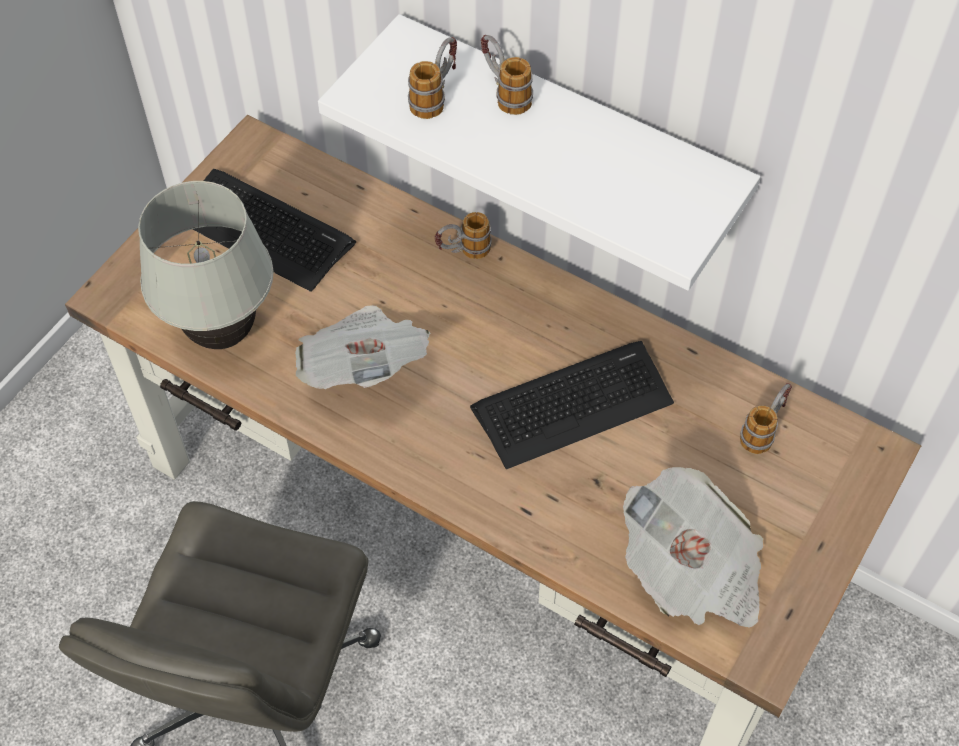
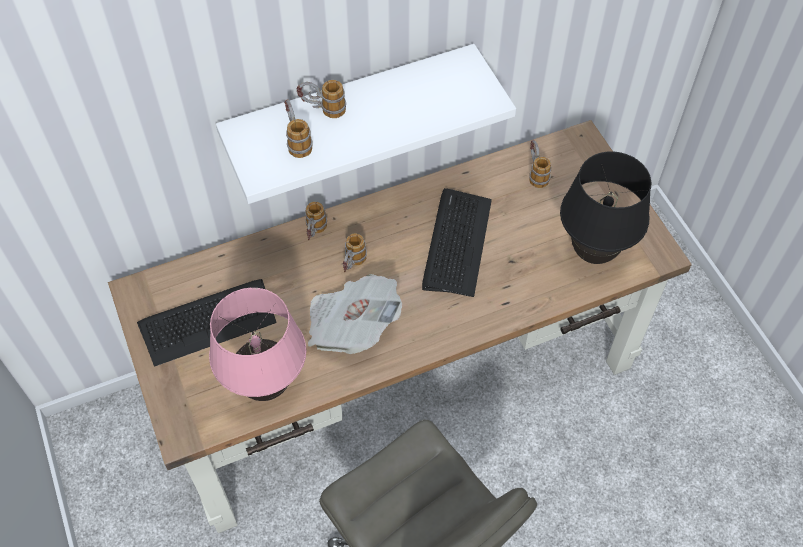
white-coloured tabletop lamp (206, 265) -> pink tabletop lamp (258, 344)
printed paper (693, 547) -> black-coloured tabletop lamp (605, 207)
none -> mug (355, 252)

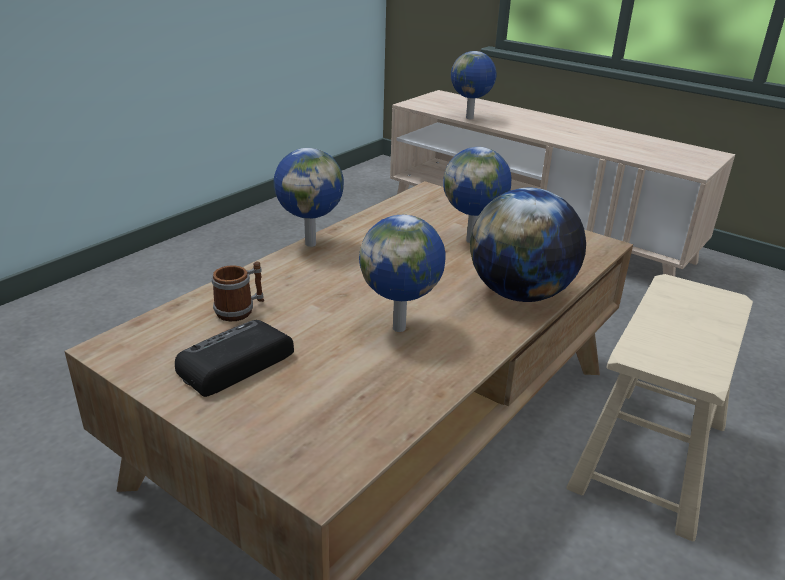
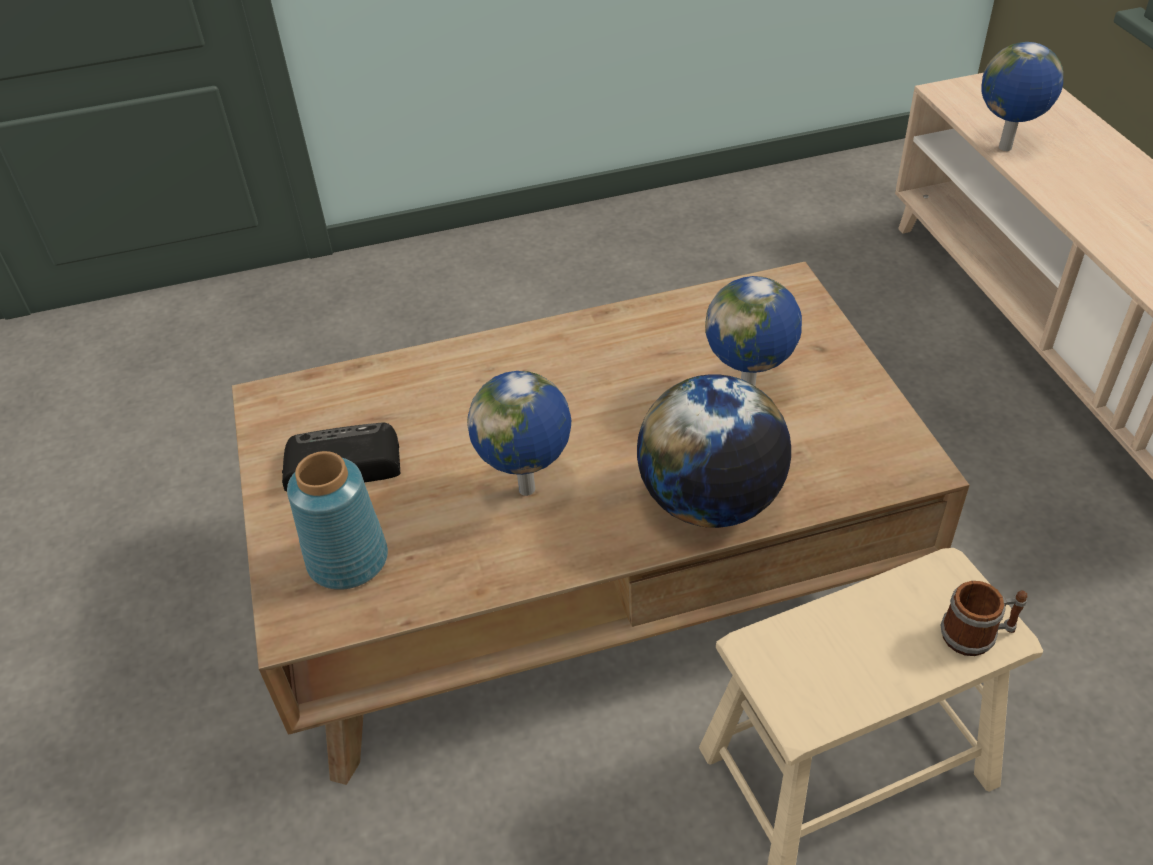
mug (238, 291) -> mug (983, 618), shifted
world globe (308, 197) -> none
none -> blue flower vase (337, 520)

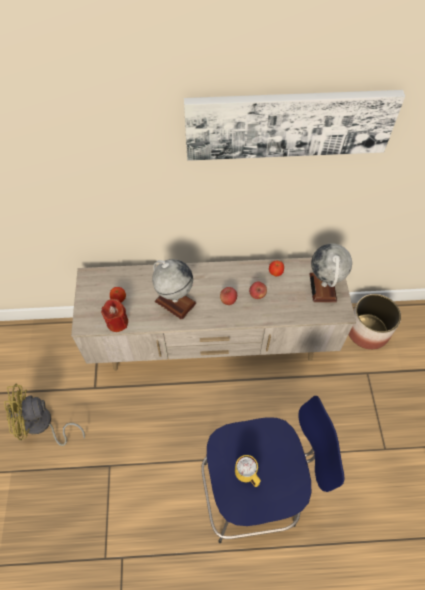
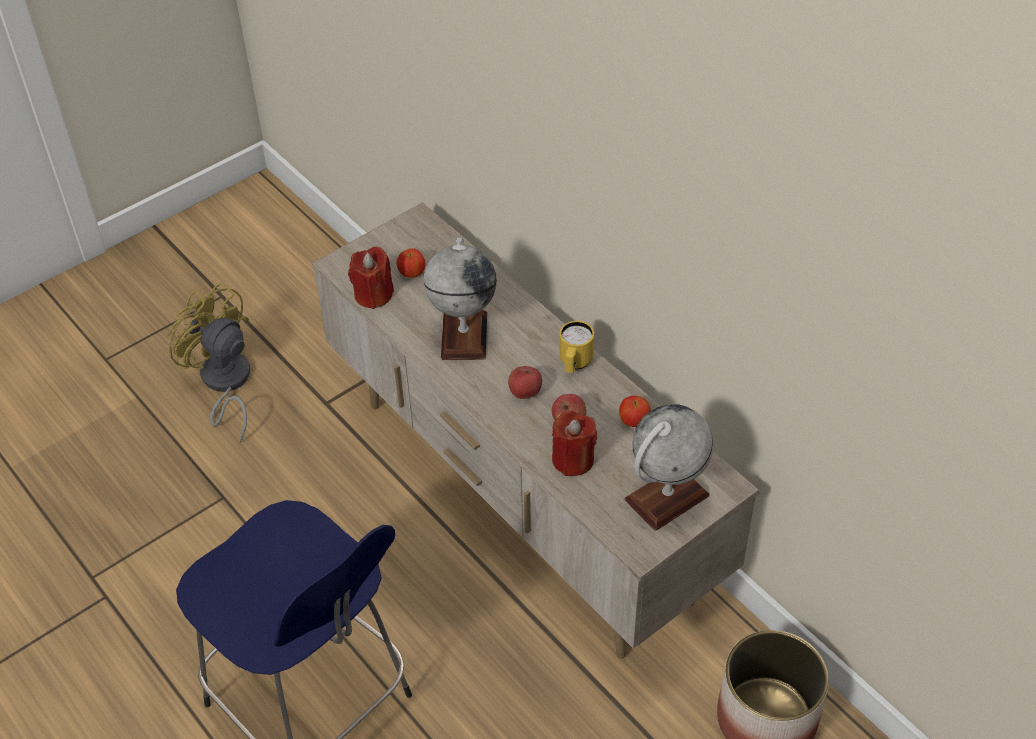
picture (294, 125) -> none
yellow mug (248, 471) -> yellow mug (576, 347), shifted
none -> red candle (574, 443)

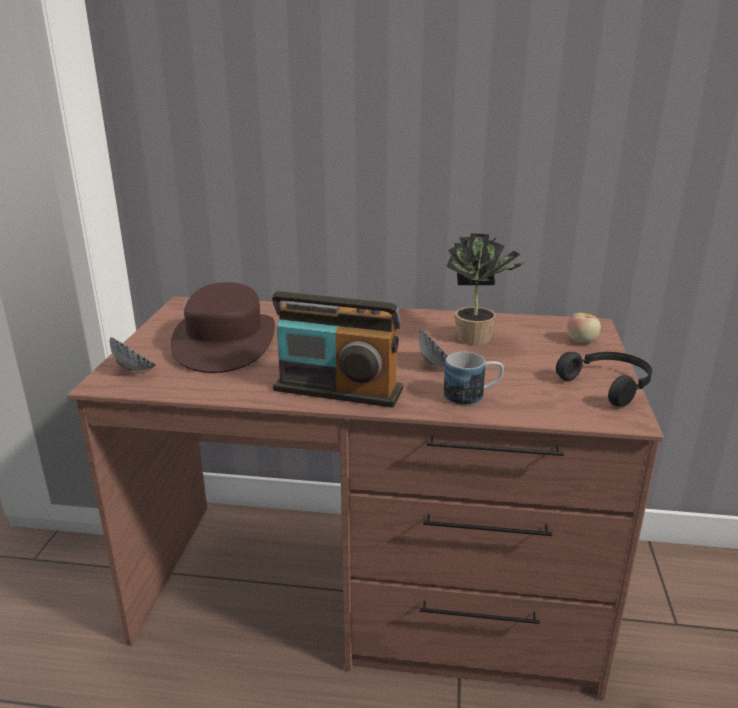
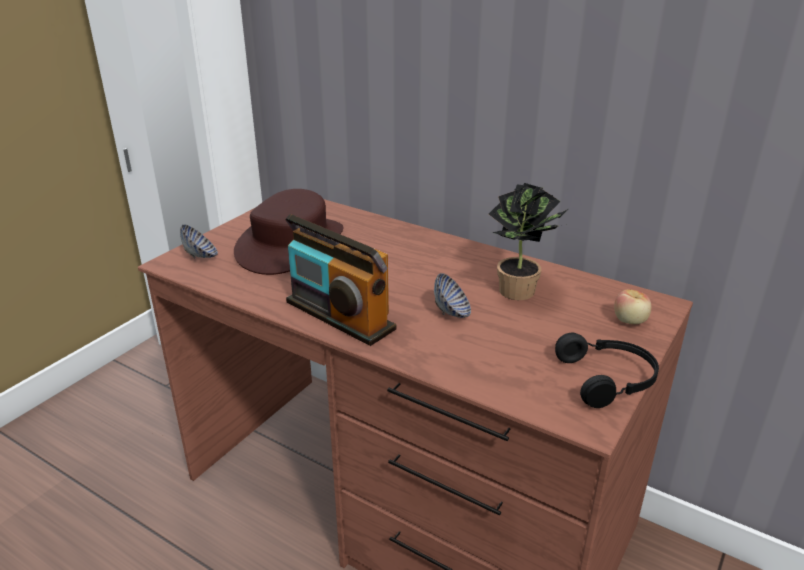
mug (474, 379) -> none

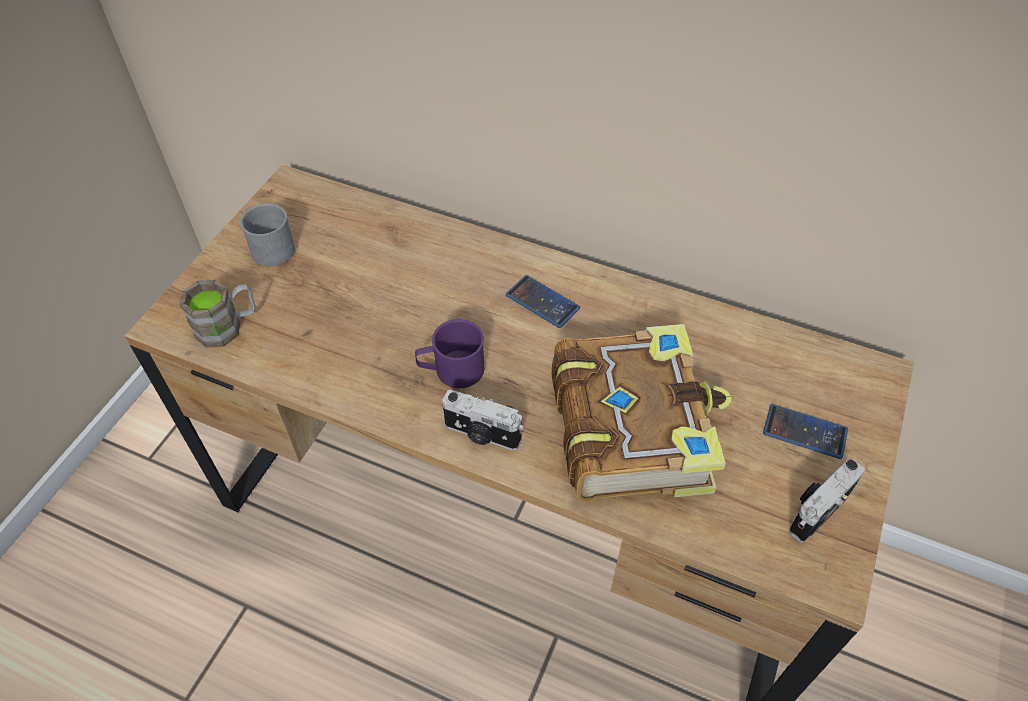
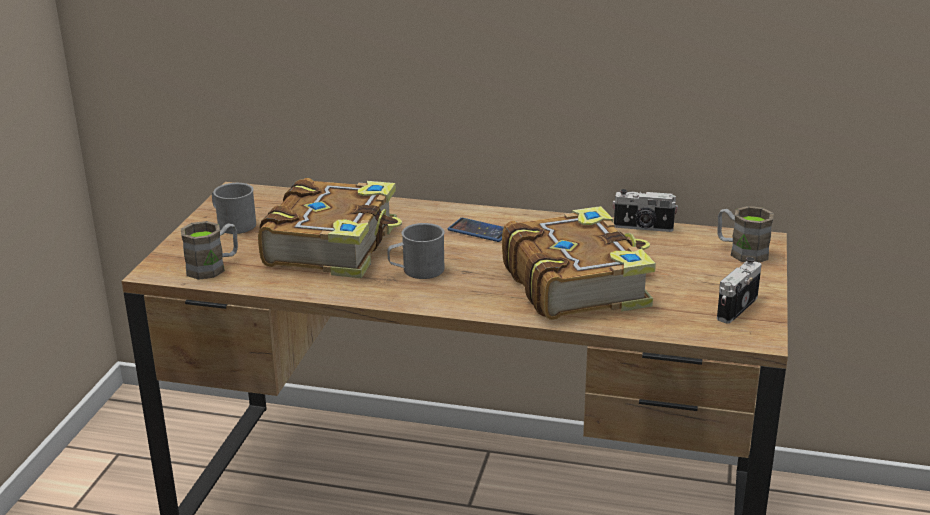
purple mug (449, 353) -> grey mug (416, 251)
photo camera (483, 420) -> photo camera (645, 210), shifted
handset (805, 431) -> none
none -> bound book (330, 228)
none -> brown-coloured mug (745, 234)

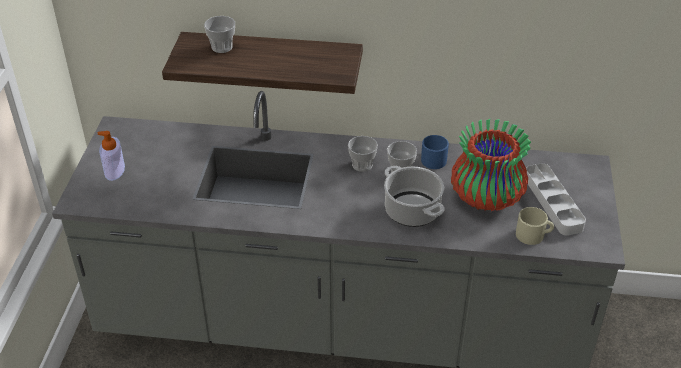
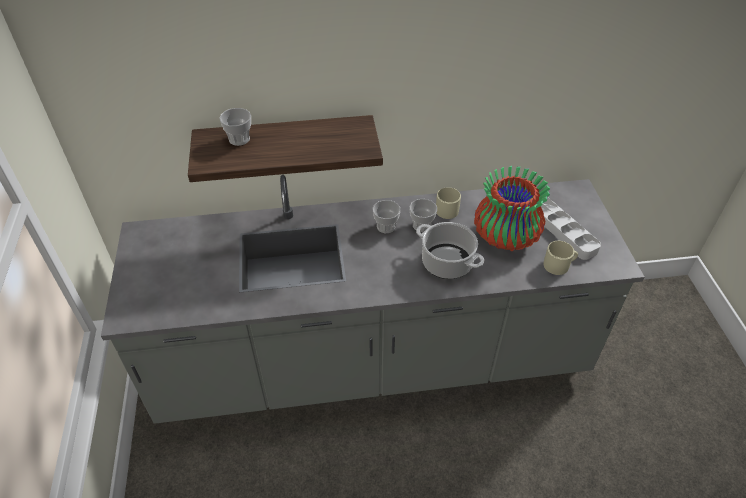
liquid soap bottle (111, 156) -> none
blue mug (435, 152) -> sand-coloured mug (448, 203)

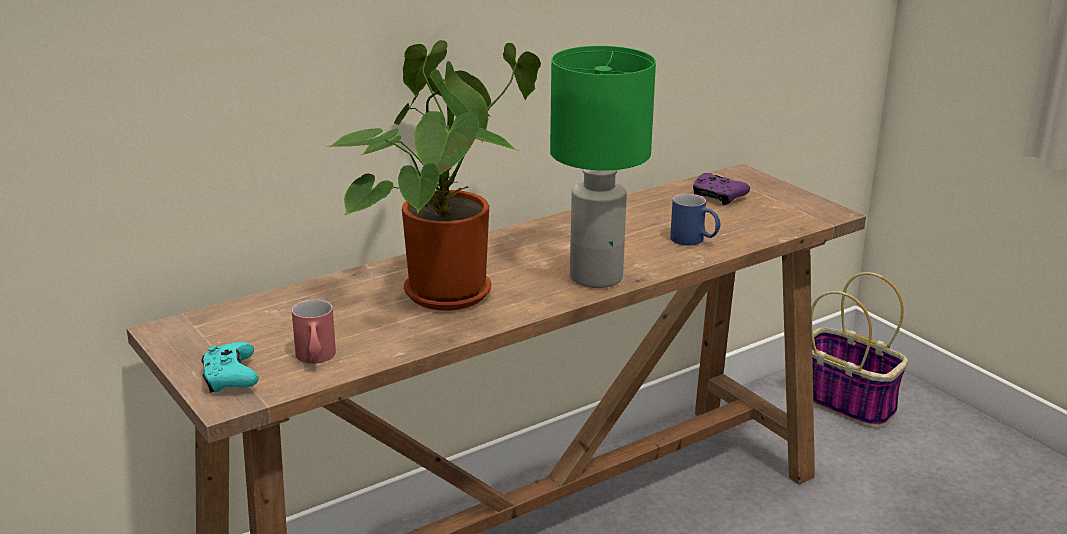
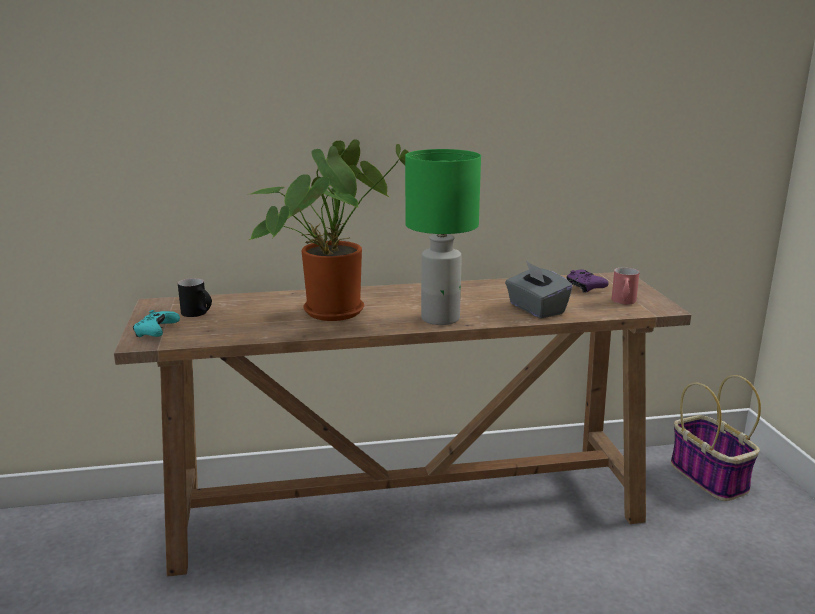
red mug (314, 331) -> red mug (626, 286), shifted
blue mug (695, 219) -> grey box of tissues (539, 290)
none -> black-coloured mug (195, 297)

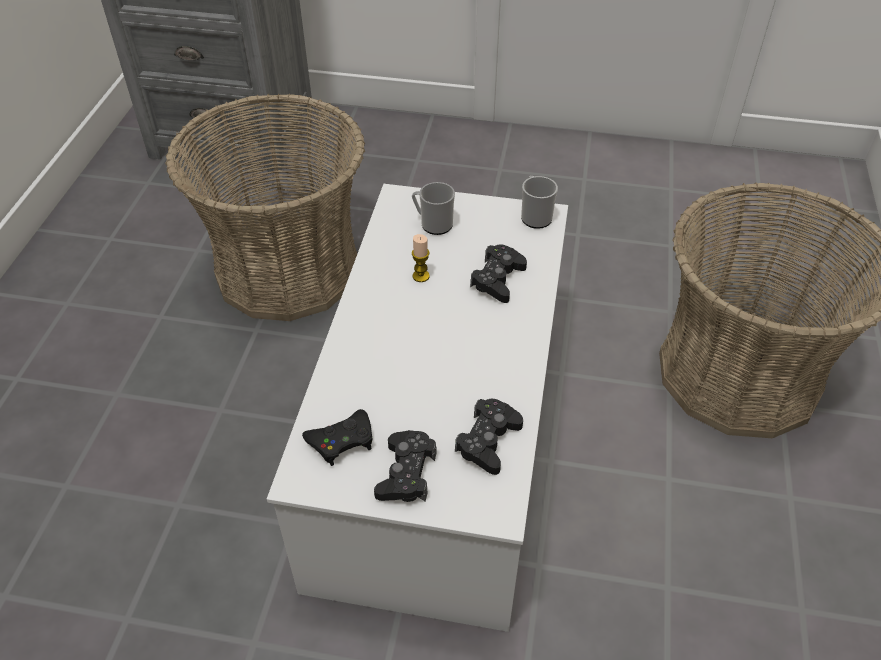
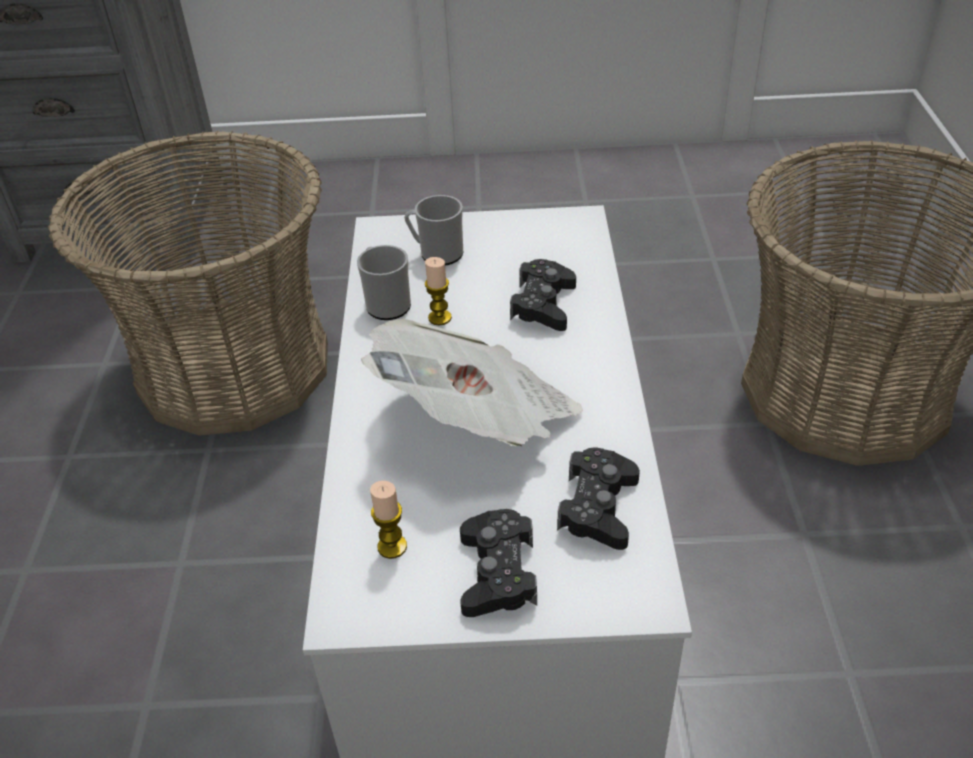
black-coloured game controller (337, 437) -> candle (388, 520)
mug (539, 202) -> mug (384, 282), shifted
none -> printed paper (472, 382)

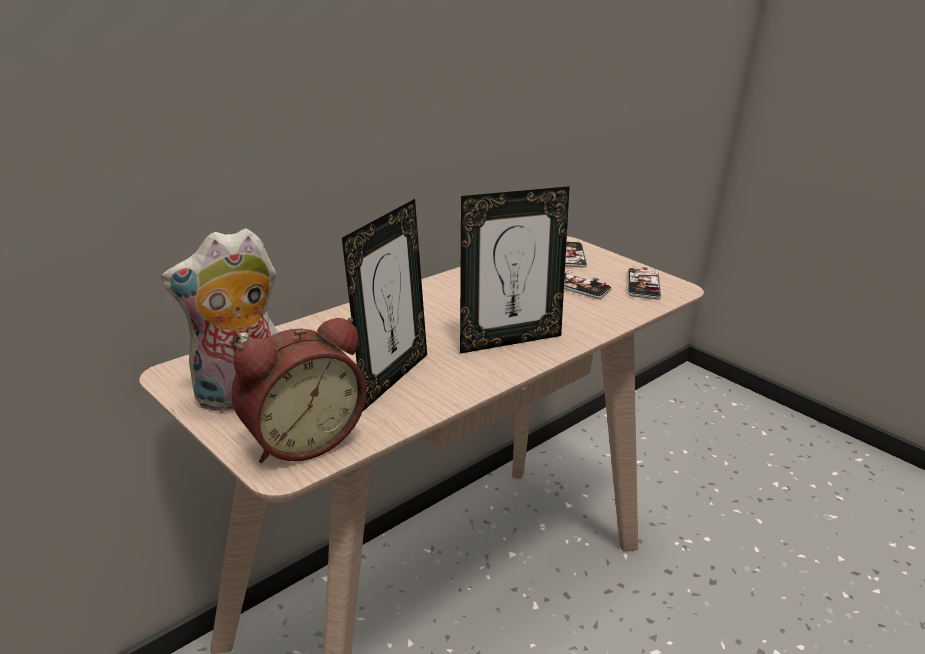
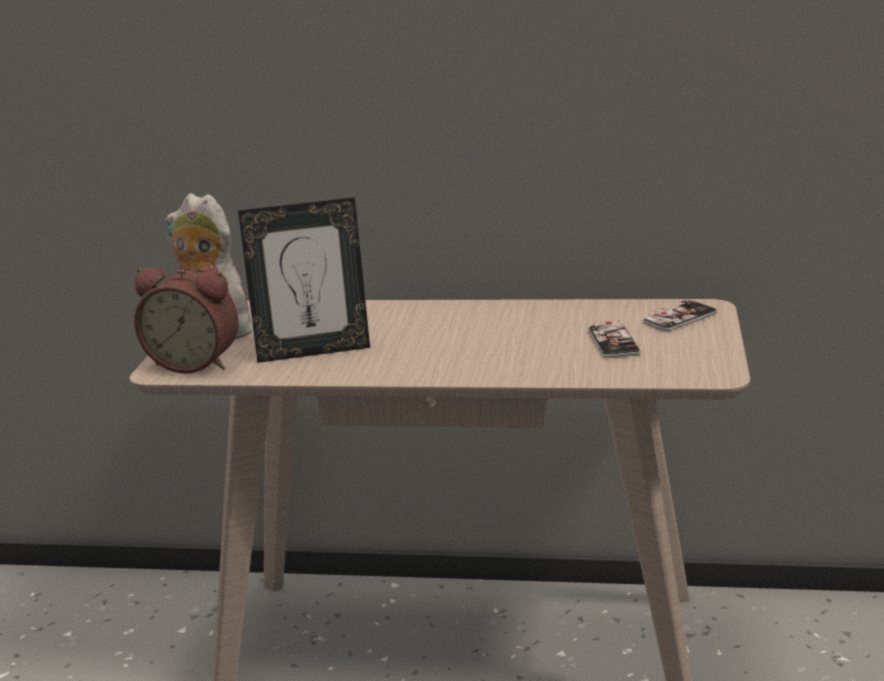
picture frame (515, 270) -> none
handset (644, 282) -> none

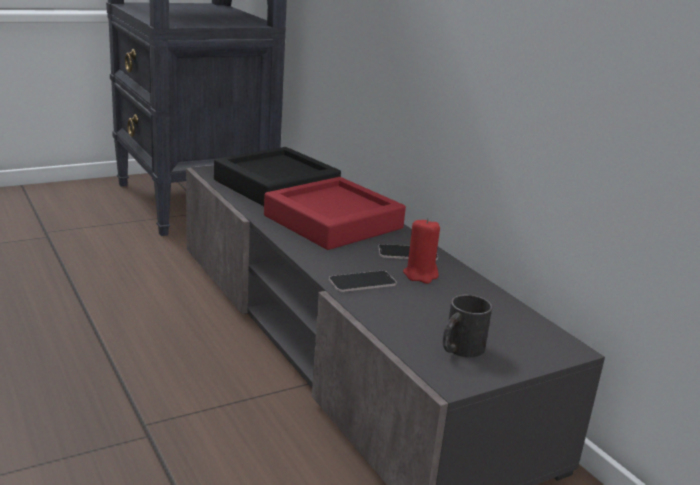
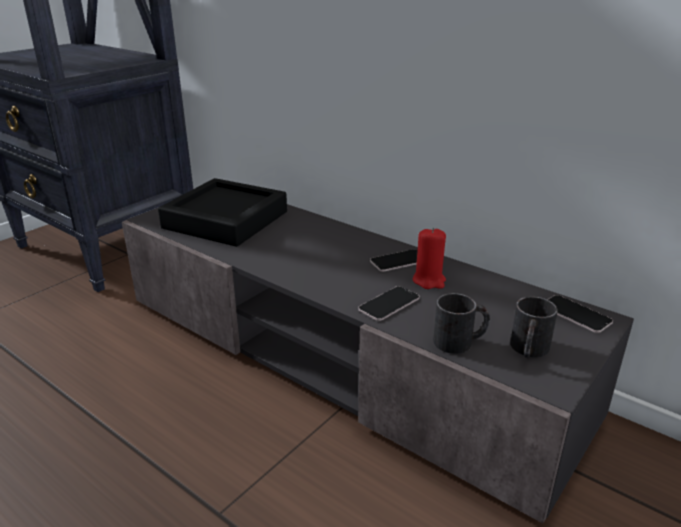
red tray (335, 213) -> none
none -> black-coloured mug (461, 323)
none -> handset (580, 314)

